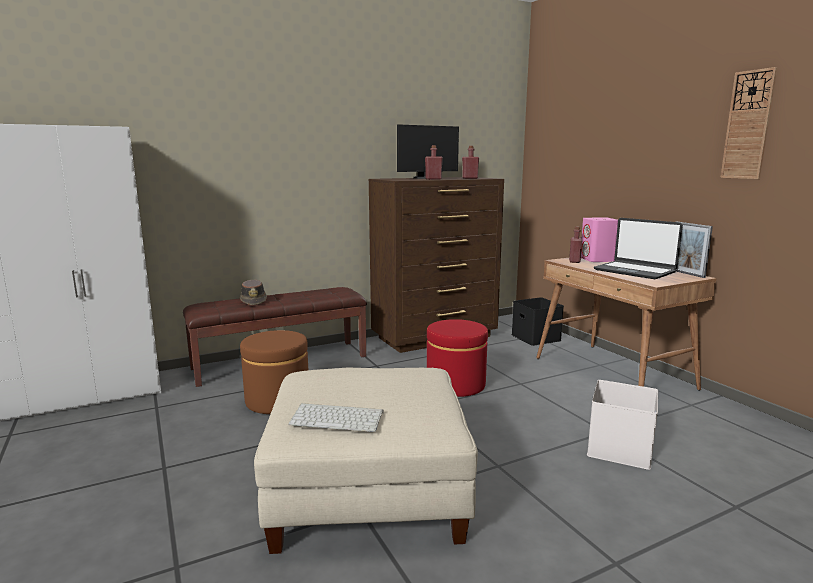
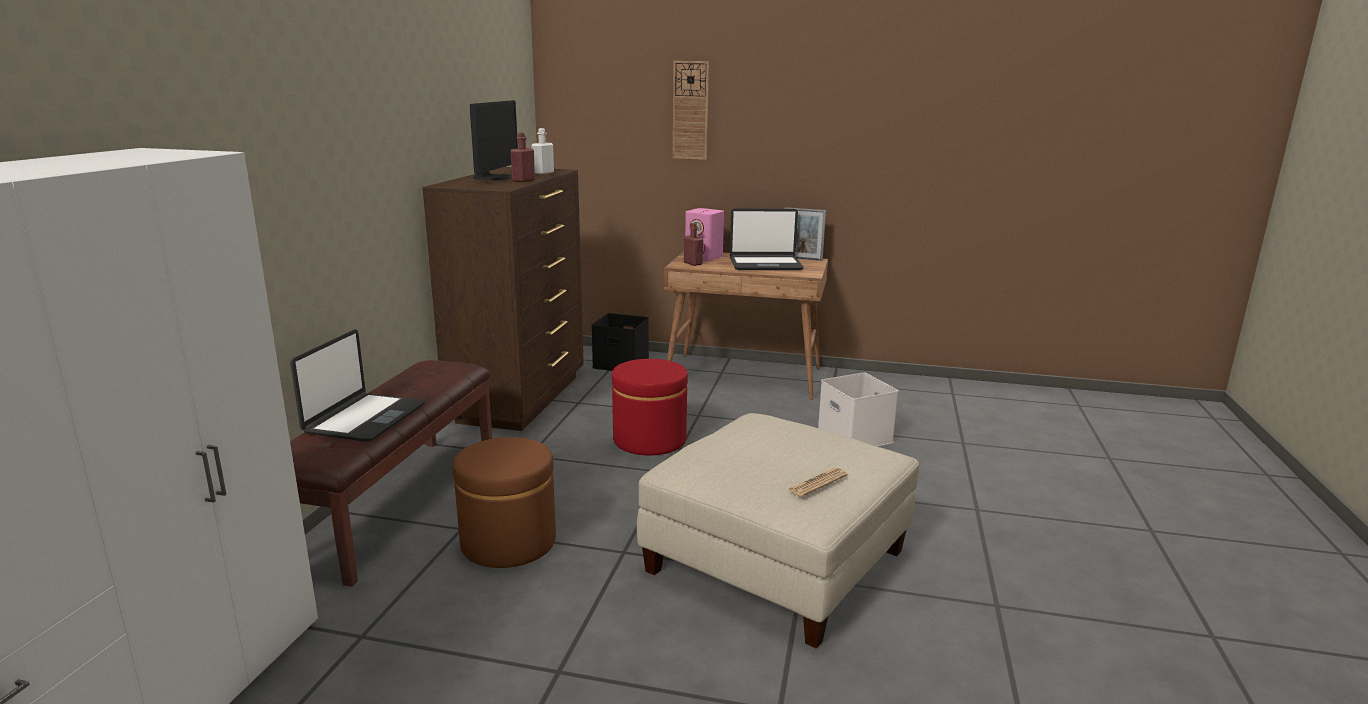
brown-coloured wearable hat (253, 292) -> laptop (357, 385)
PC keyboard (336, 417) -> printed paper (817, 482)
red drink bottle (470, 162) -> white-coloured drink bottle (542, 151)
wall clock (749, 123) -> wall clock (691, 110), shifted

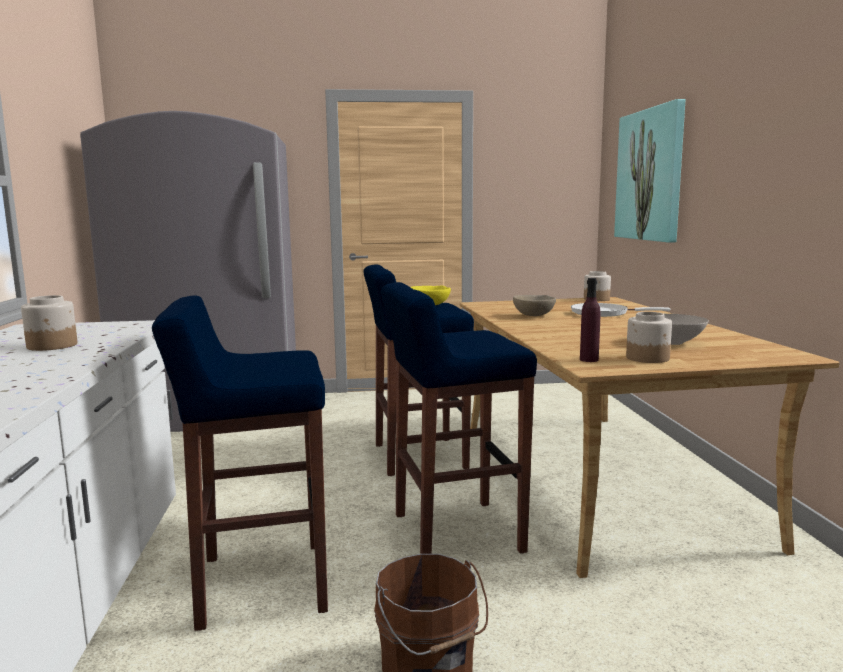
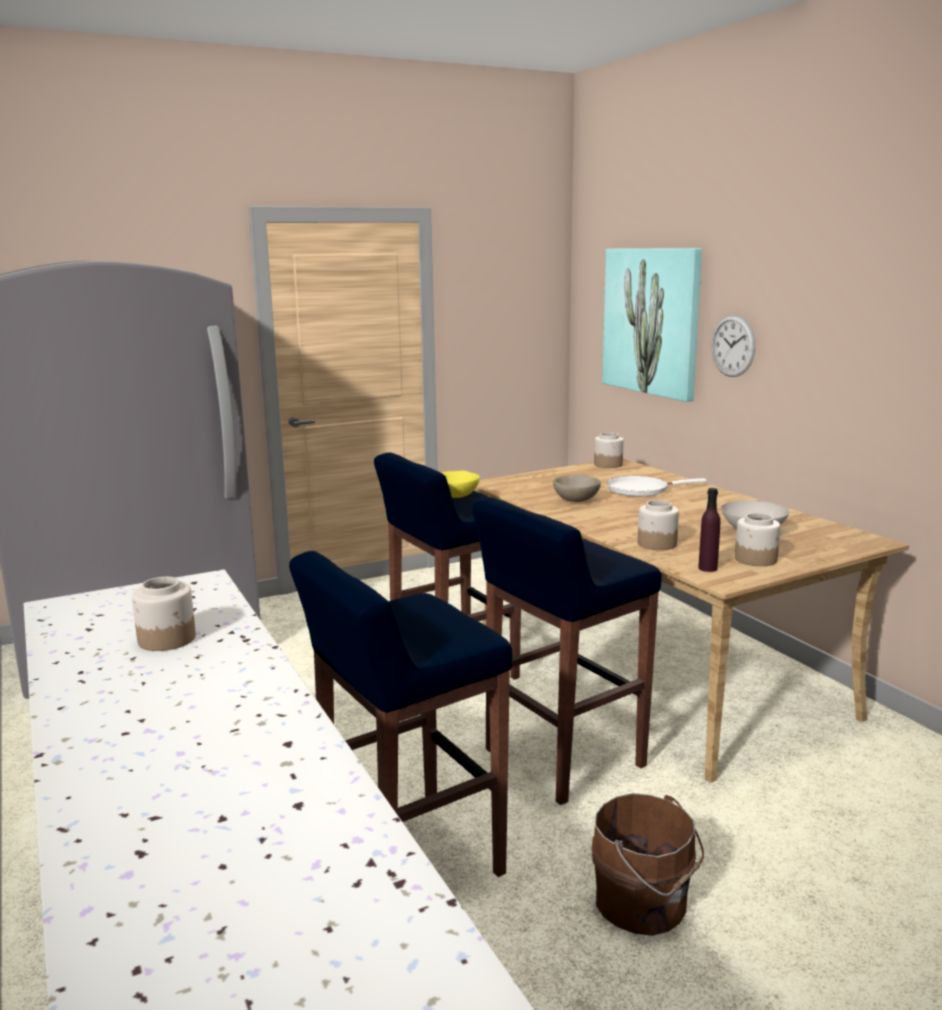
none -> storage jar (658, 525)
none -> wall clock (733, 346)

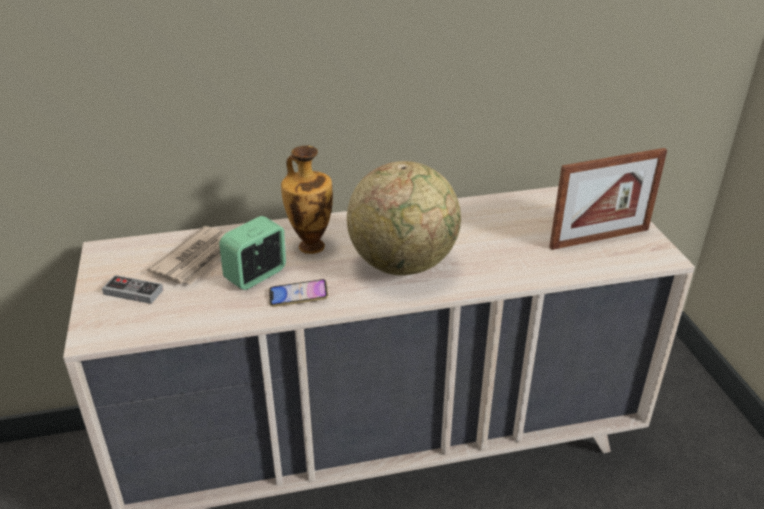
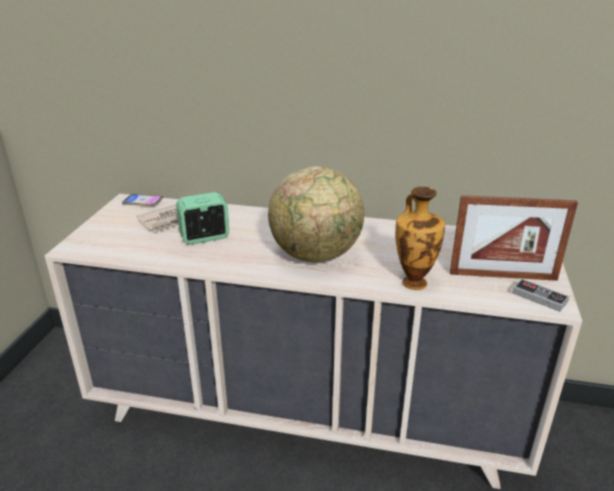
game controller (132, 289) -> game controller (540, 295), shifted
handset (298, 293) -> handset (142, 200), shifted
flower vase (307, 199) -> flower vase (420, 238), shifted

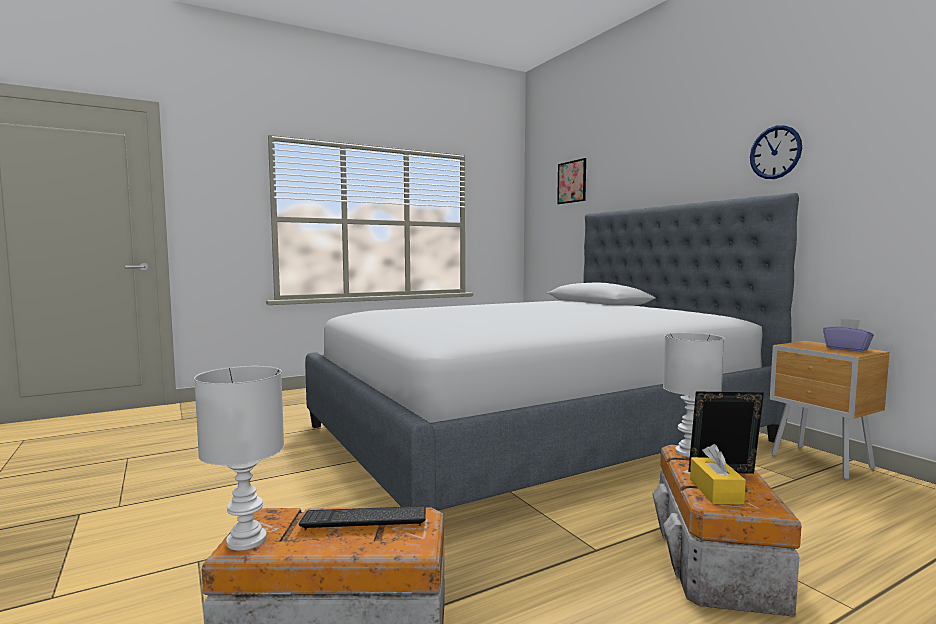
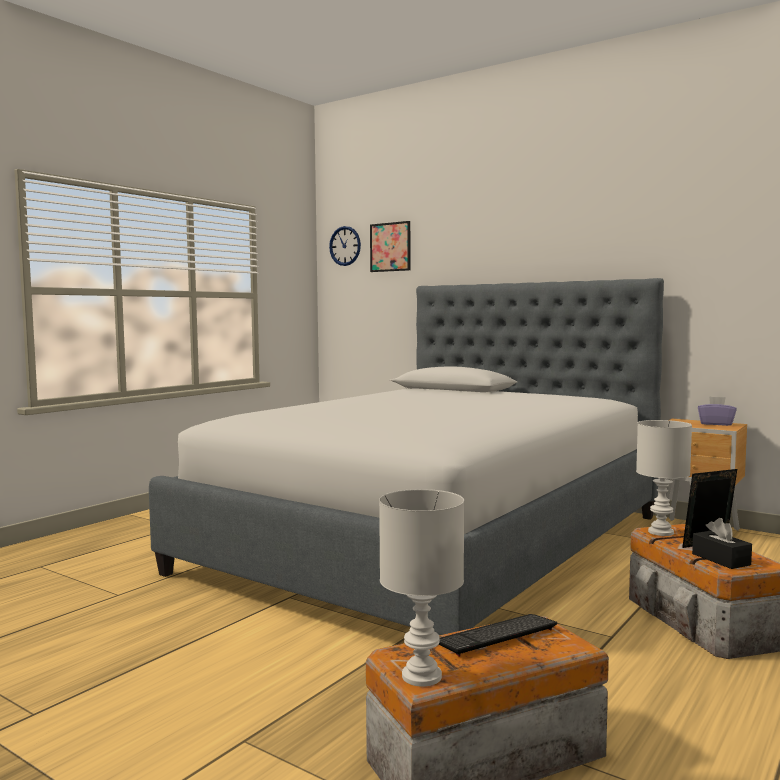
yellow box of tissues (718, 474) -> black-coloured box of tissues (722, 543)
wall clock (776, 152) -> wall clock (345, 246), shifted

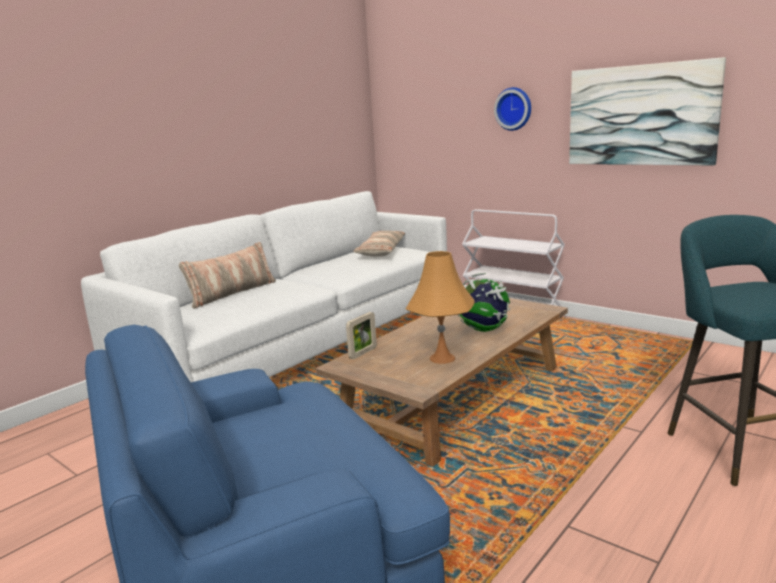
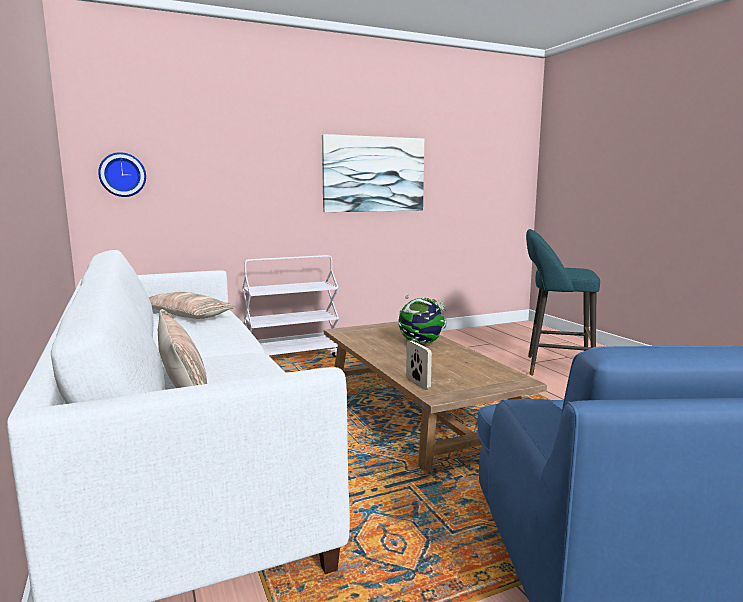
orange tabletop lamp (440, 307) -> none
wall clock (512, 109) -> wall clock (122, 174), shifted

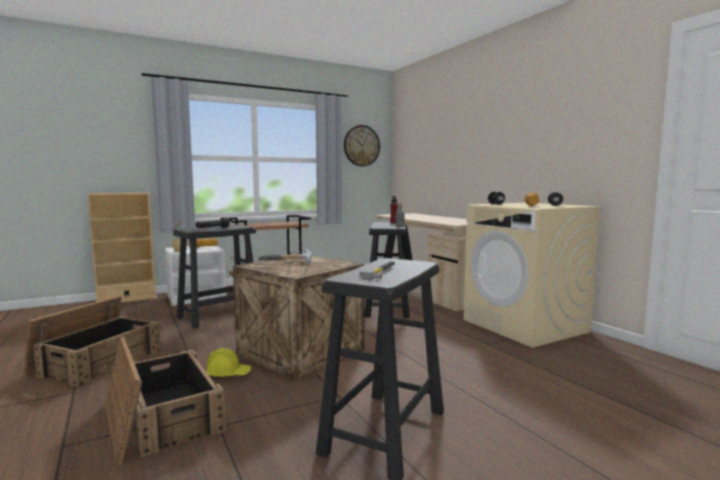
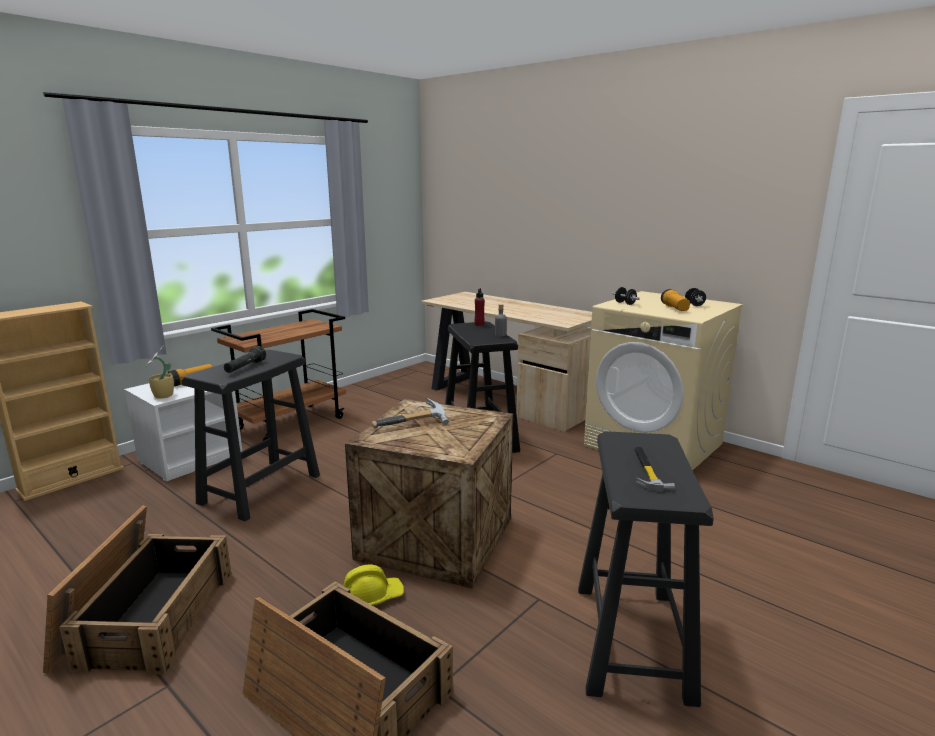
wall clock (362, 145) -> none

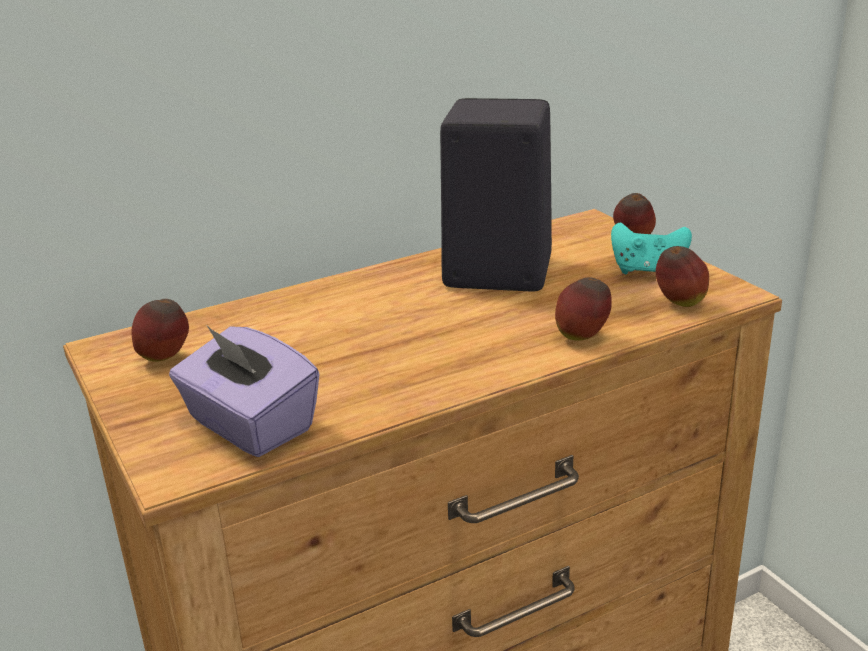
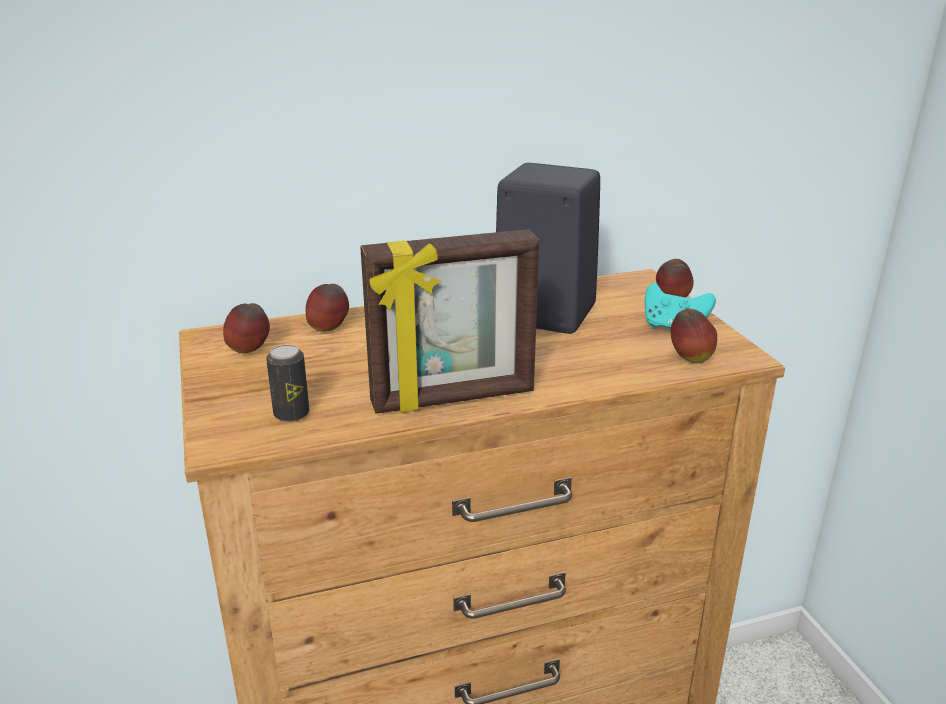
purple box of tissues (244, 391) -> metal can (288, 383)
whole apple (583, 309) -> whole apple (327, 308), shifted
none -> picture frame (449, 321)

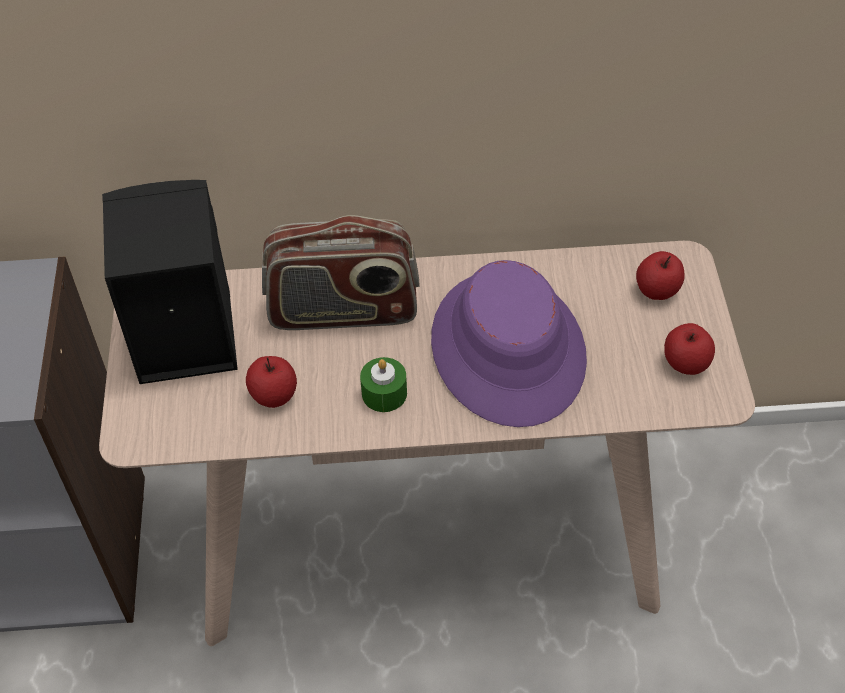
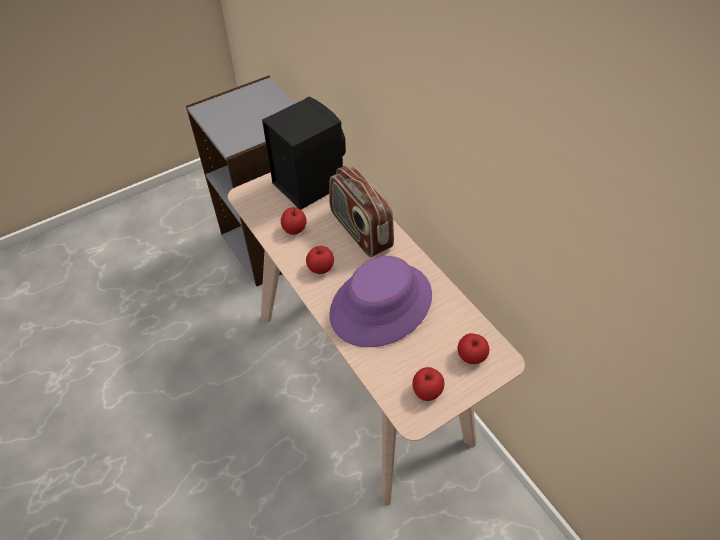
greenish candle (383, 384) -> whole apple (320, 260)

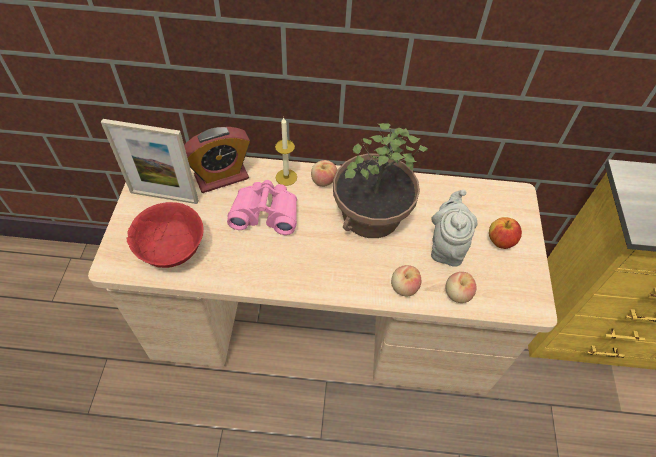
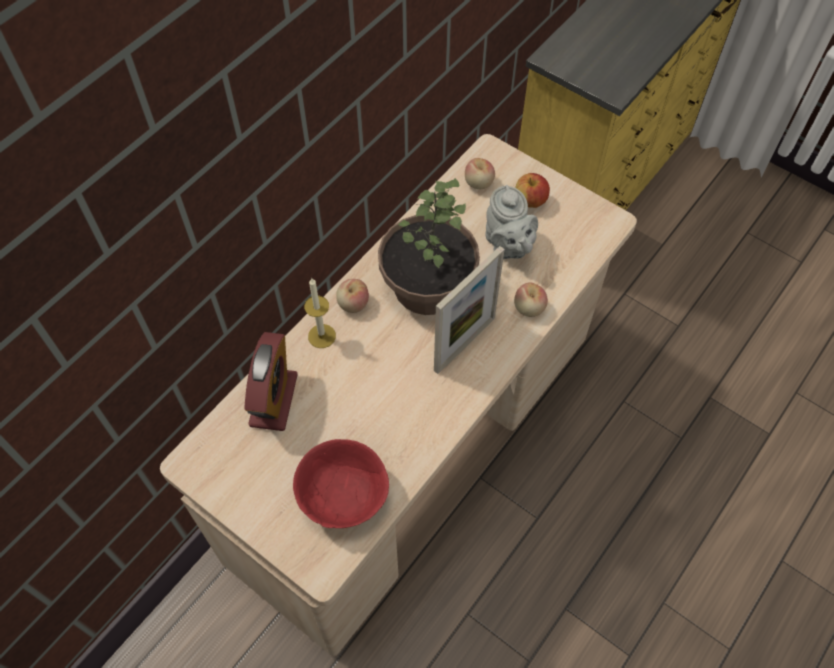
picture frame (150, 161) -> picture frame (469, 310), shifted
pink pair of binoculars (262, 207) -> none
grey pot for tea (454, 228) -> grey pot for tea (511, 222), 150 degrees counterclockwise
whole apple (461, 287) -> whole apple (480, 173), shifted

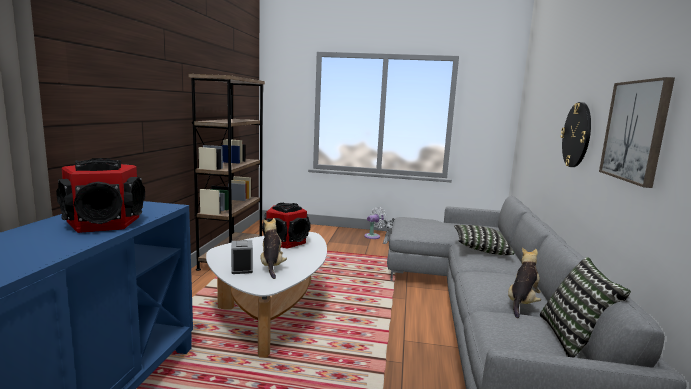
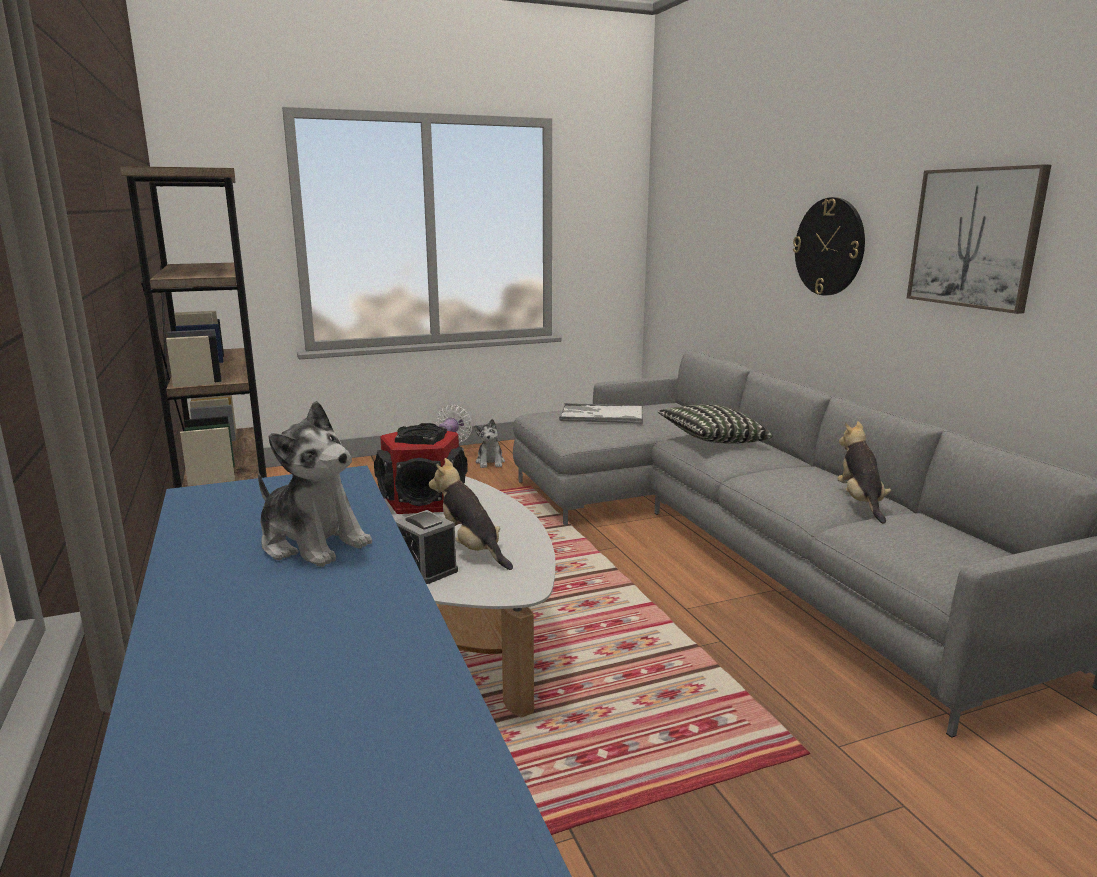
speaker (100, 195) -> cuddly toy (315, 484)
cushion (585, 307) -> none
none -> tray (601, 413)

